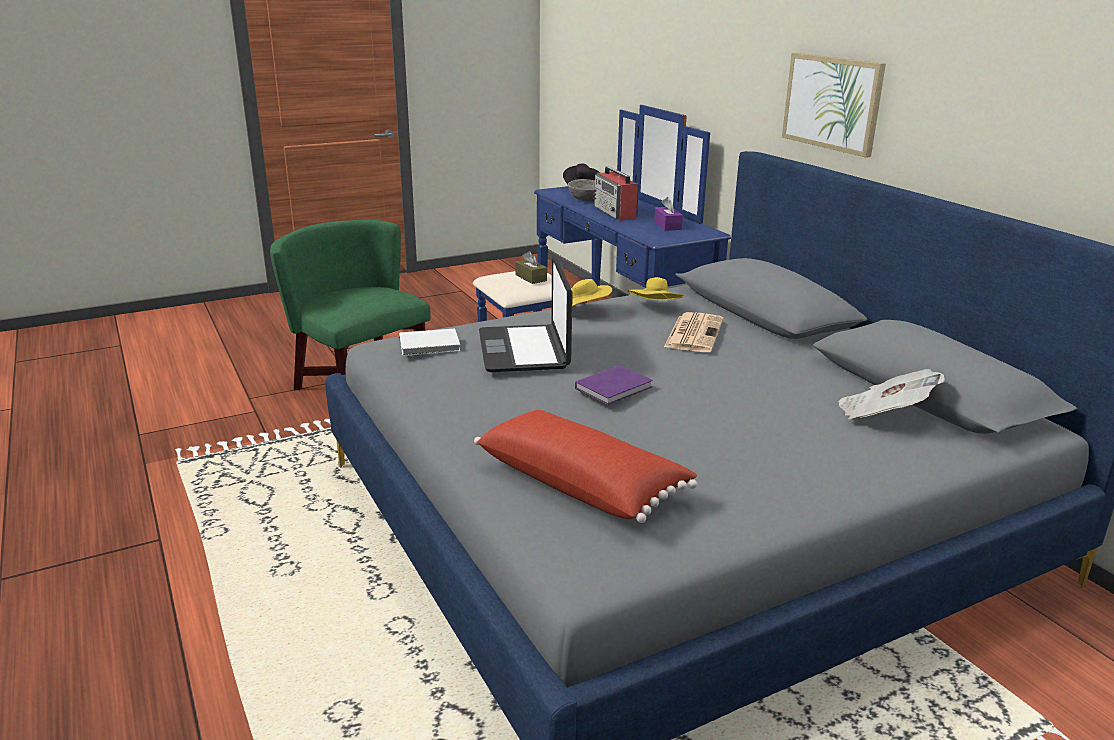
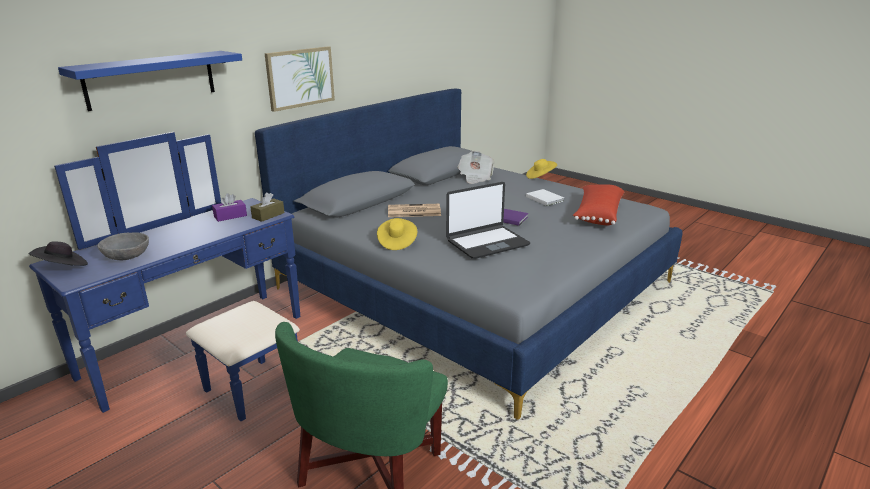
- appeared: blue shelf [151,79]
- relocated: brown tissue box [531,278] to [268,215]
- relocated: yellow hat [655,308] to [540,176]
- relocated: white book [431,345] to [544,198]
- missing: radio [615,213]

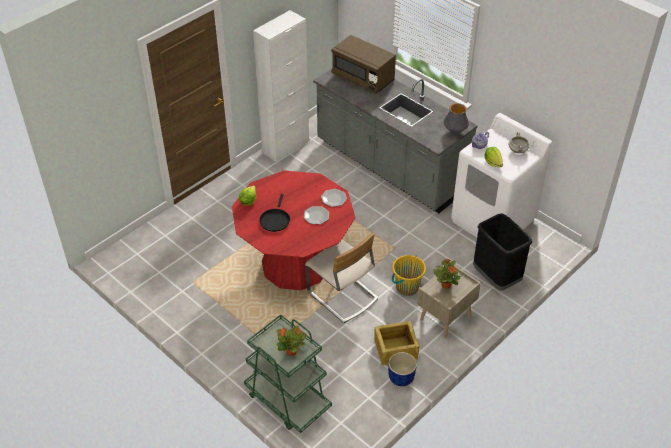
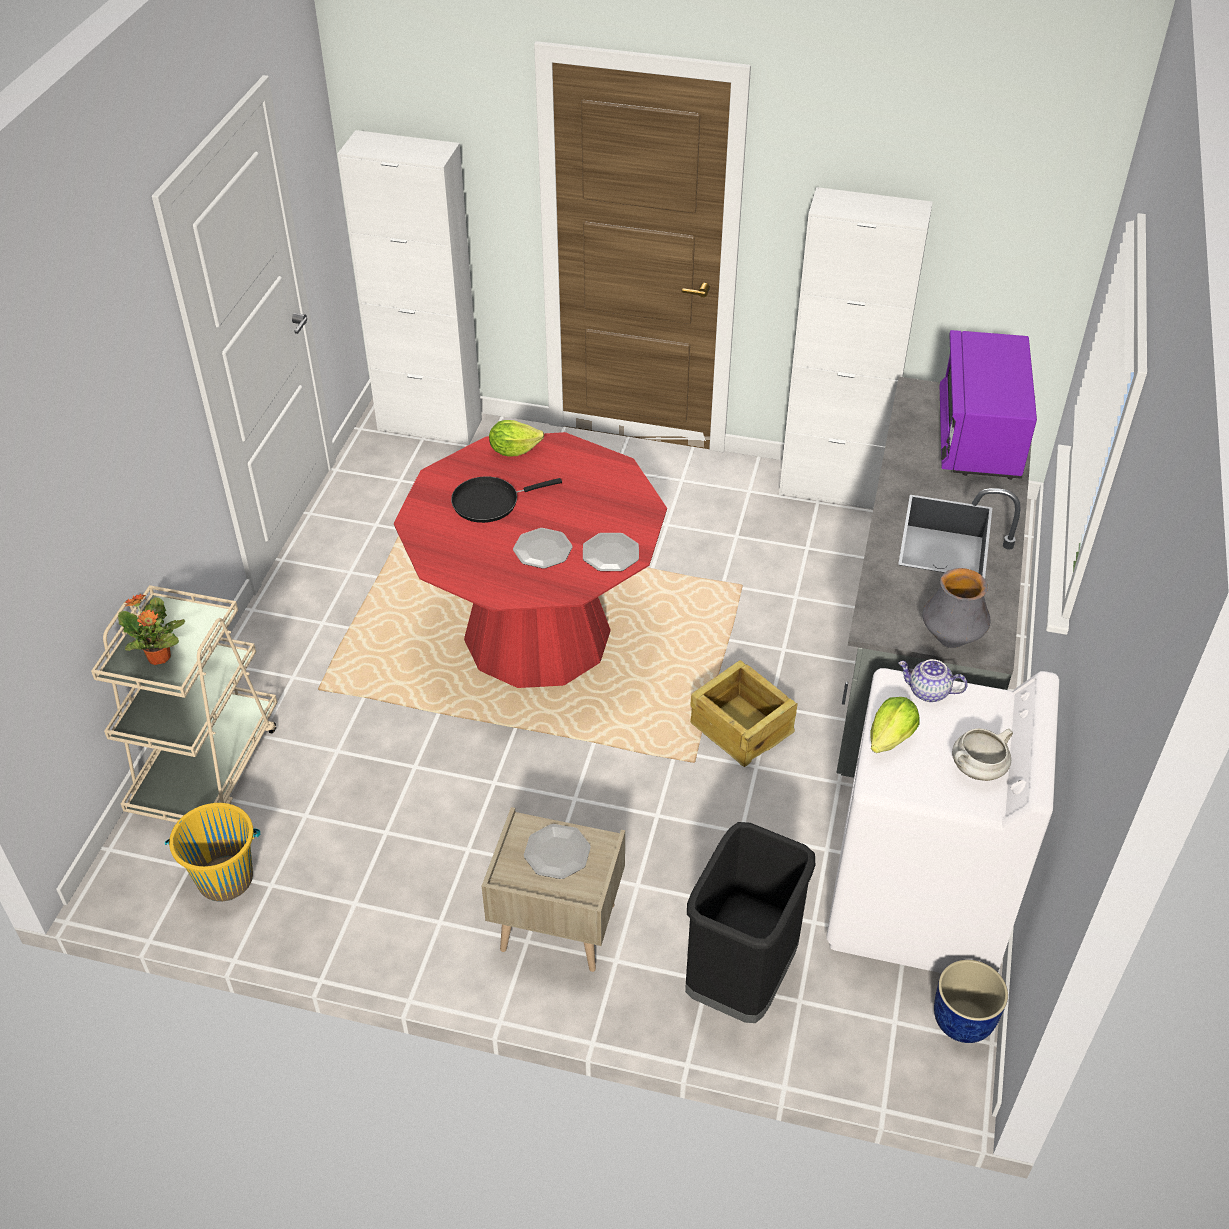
- colour: green cart [287,400] to beige cart [207,766]
- relocated: yellow bucket [407,287] to [225,878]
- appeared: white cabinet [430,425]
- exchanged: potted plant [446,284] to plate [557,853]
- relocated: crate [395,349] to [741,726]
- relocated: blue planter [401,378] to [962,1020]
- colour: brown microwave [363,78] to purple microwave [978,437]
- missing: beige chair [342,296]

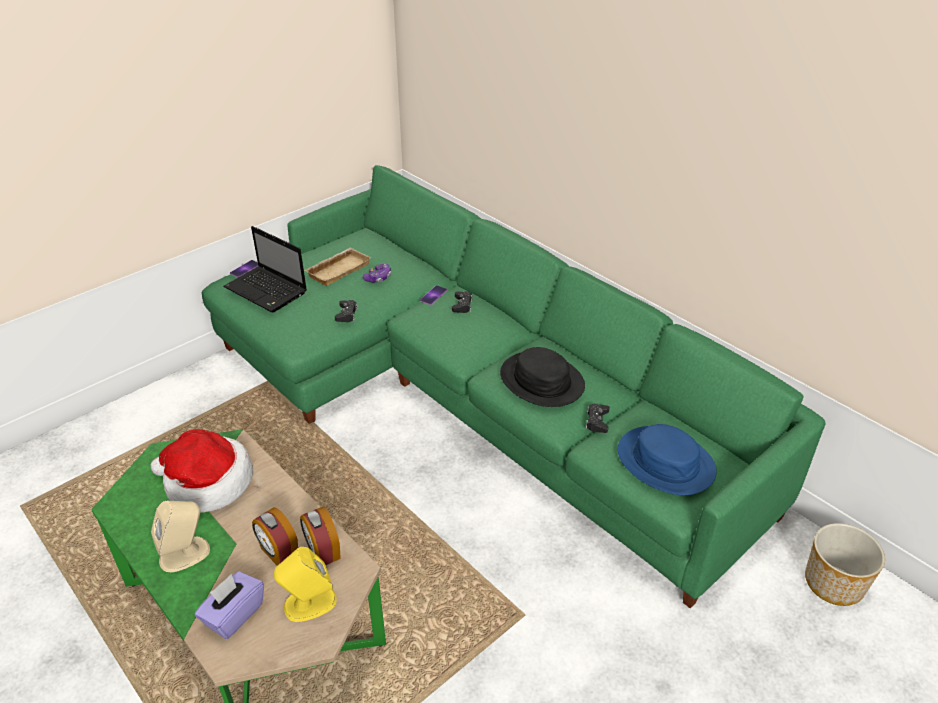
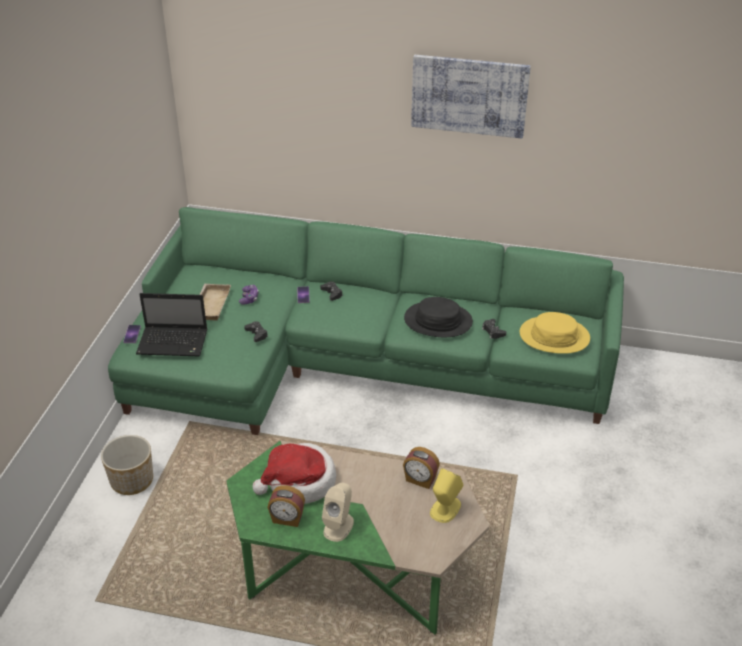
- relocated: planter [833,583] to [131,480]
- relocated: alarm clock [278,552] to [287,519]
- appeared: picture [469,95]
- colour: blue hat [665,461] to yellow hat [554,336]
- missing: purple tissue box [233,615]

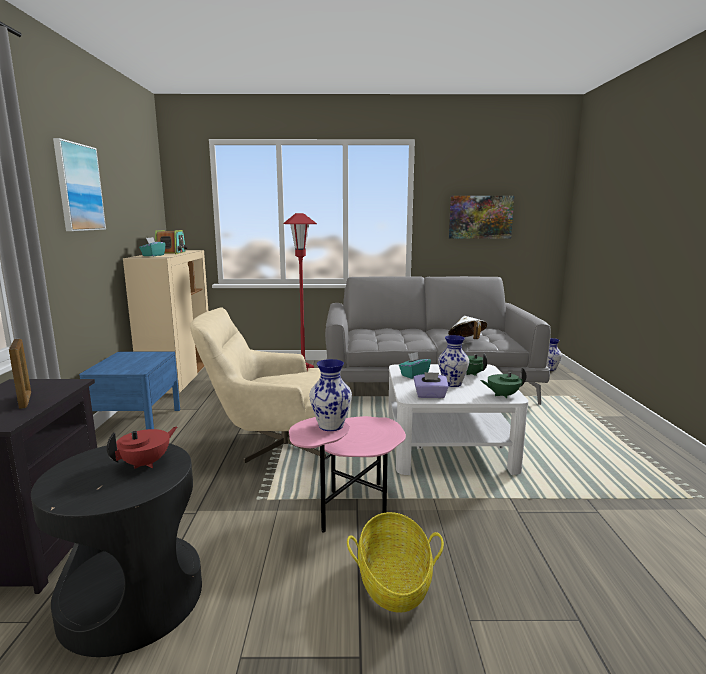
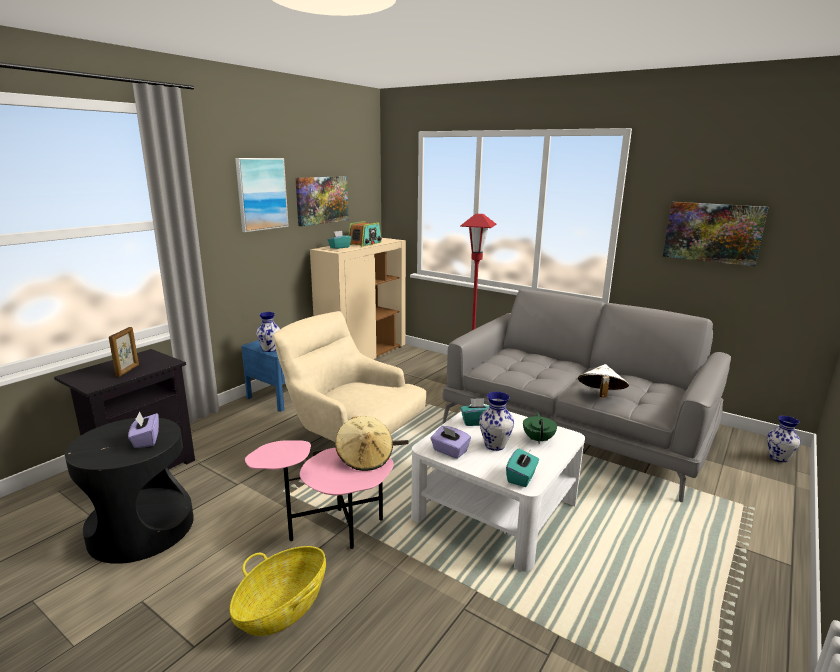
- exchanged: red teapot [146,463] to purple tissue box [146,440]
- relocated: vase [330,426] to [270,349]
- appeared: picture [322,200]
- appeared: beige hat [364,458]
- exchanged: green teapot [502,395] to turquoise tissue box [521,477]

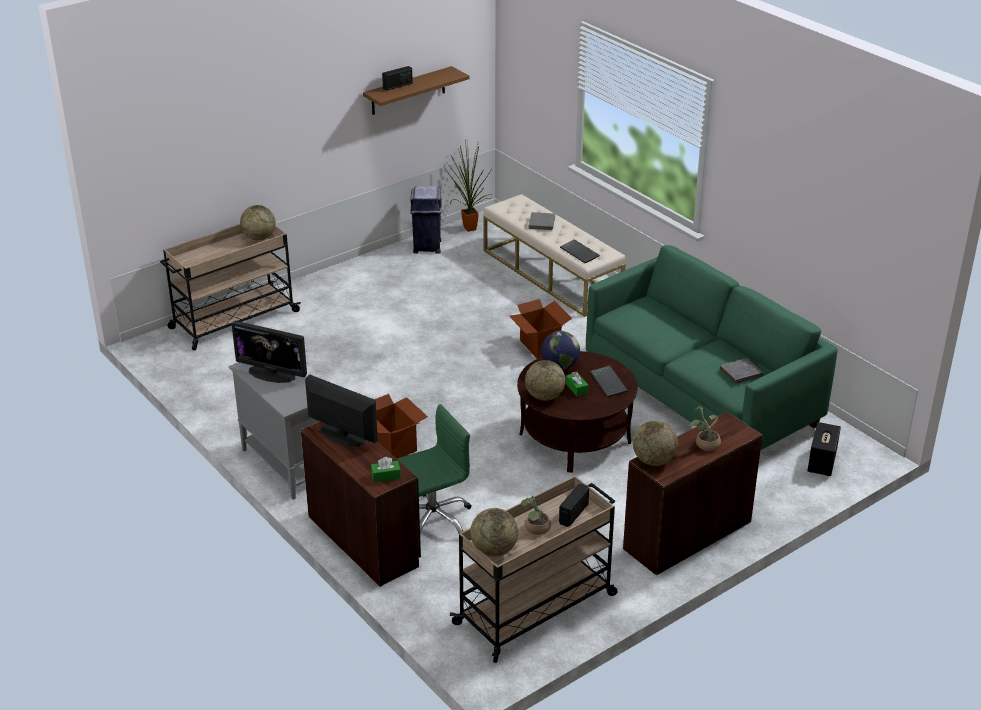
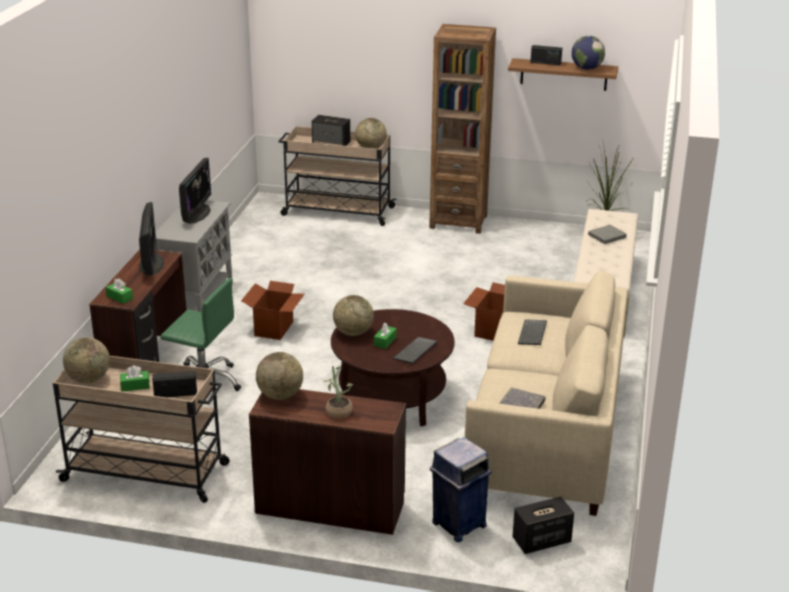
- exchanged: potted plant [535,529] to green tissue box [135,386]
- spun: monitor [272,373] = [197,214] 150 degrees counterclockwise
- appeared: speaker [331,143]
- appeared: brown bookcase [458,222]
- relocated: blue trash can [427,247] to [458,525]
- colour: green sofa [701,395] to beige sofa [546,432]
- relocated: keyboard [580,252] to [533,334]
- relocated: globe [560,366] to [586,68]

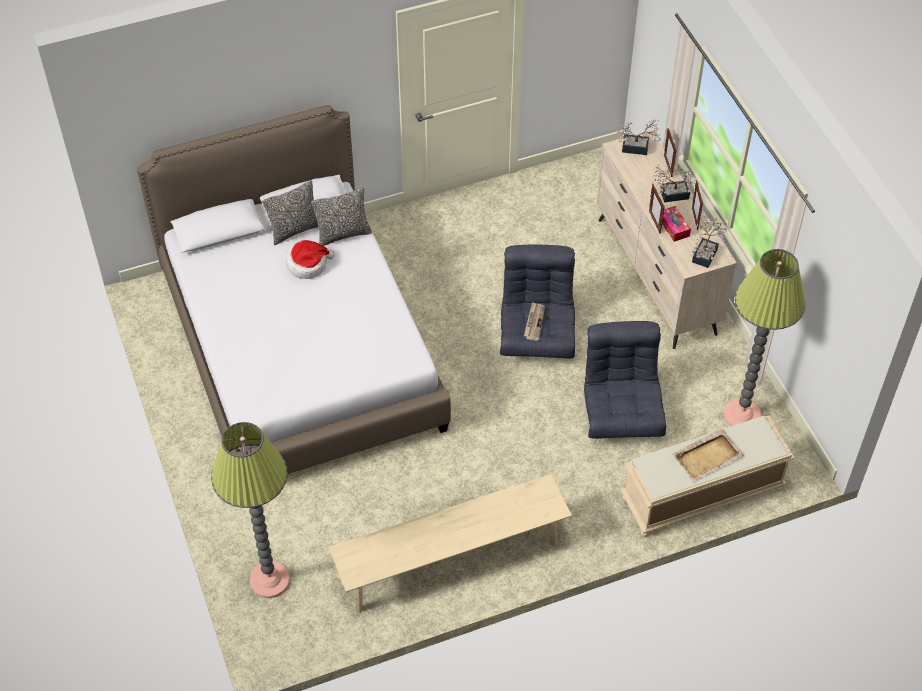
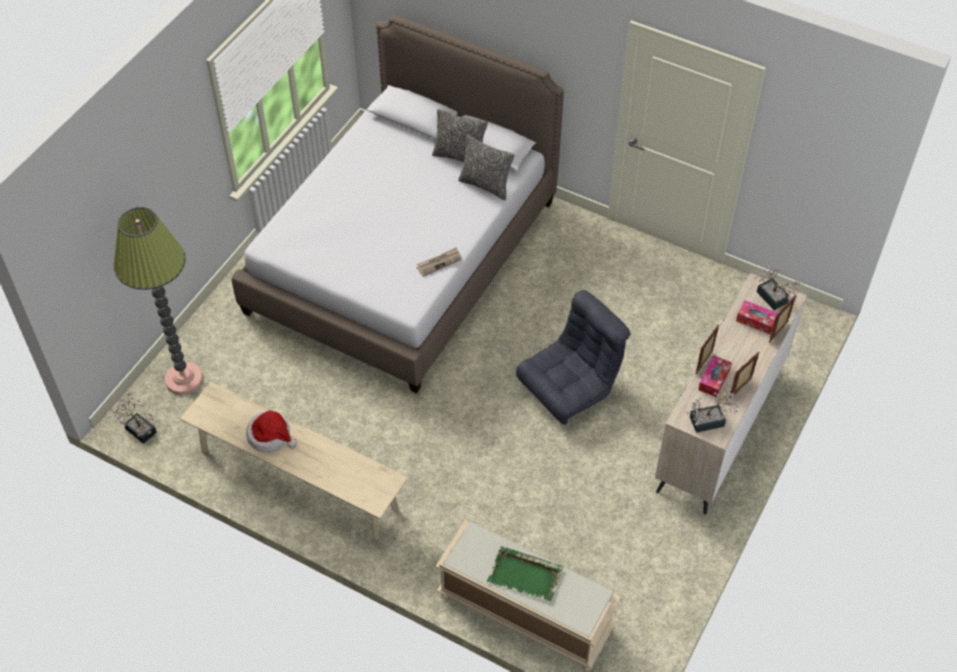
- relocated: potted plant [670,194] to [139,428]
- relocated: hat [308,264] to [270,436]
- relocated: newspaper [534,322] to [439,263]
- colour: beige tray [708,456] to green tray [525,575]
- appeared: tissue box [756,321]
- missing: grey armchair [621,412]
- missing: floor lamp [741,415]

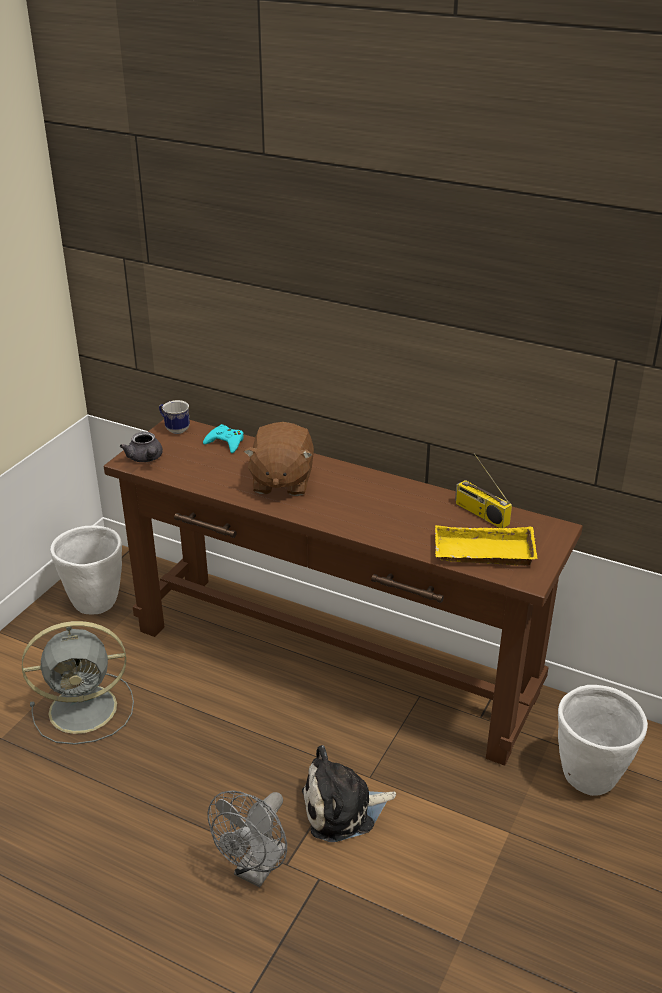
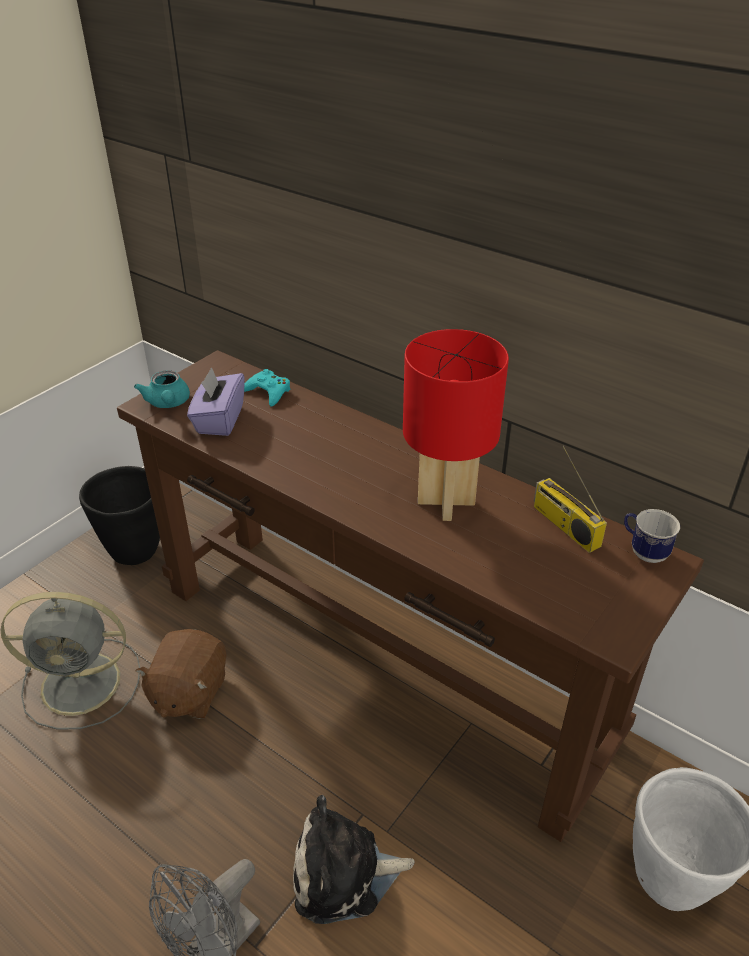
- colour: white planter [95,602] to black planter [134,550]
- colour: grey teapot [146,459] to turquoise teapot [168,403]
- relocated: brown plush toy [281,481] to [188,692]
- appeared: purple tissue box [219,420]
- appeared: red table lamp [447,501]
- relocated: mug [174,429] to [643,551]
- missing: yellow tray [482,554]

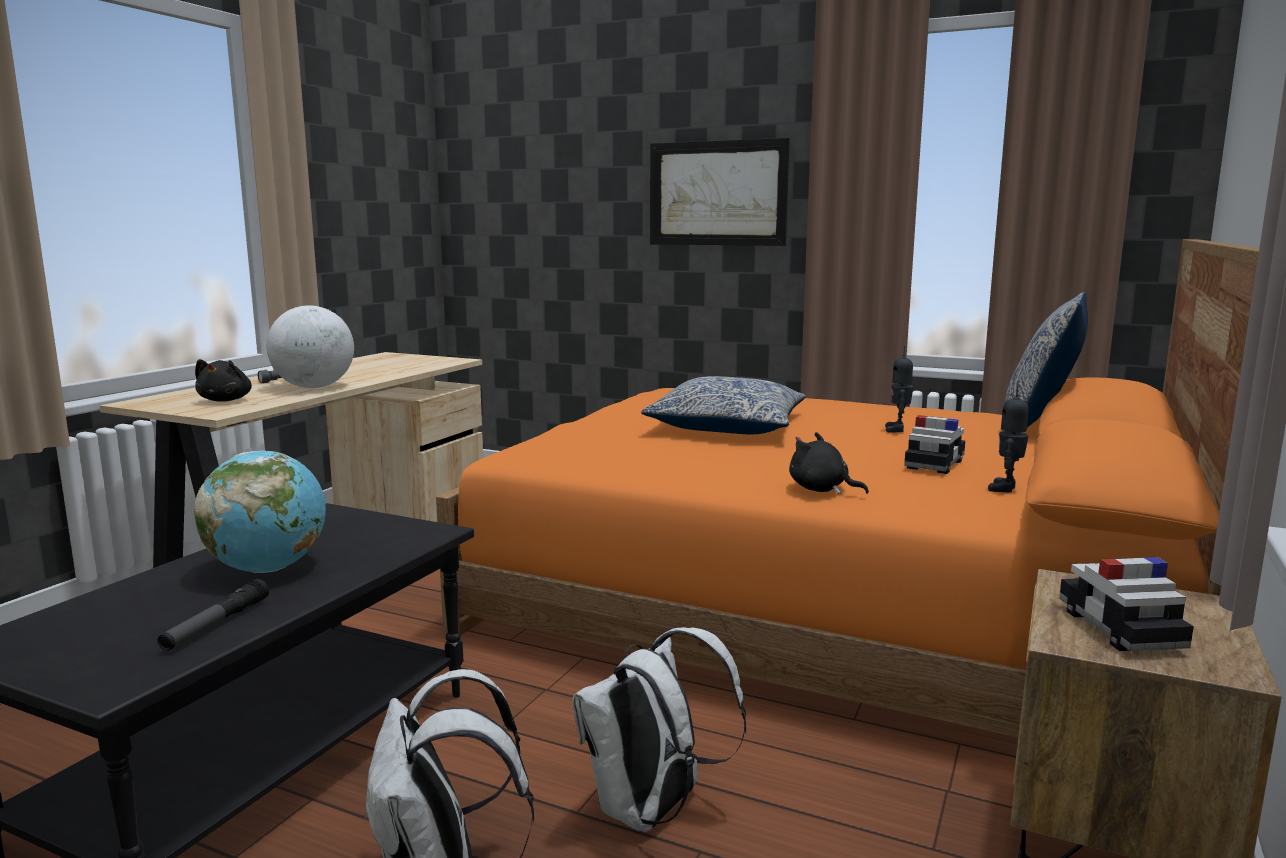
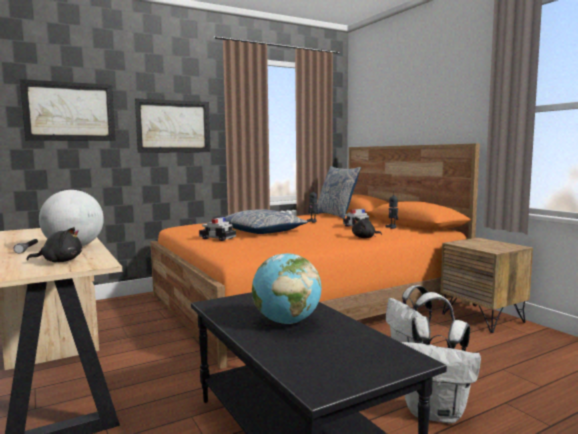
- appeared: picture [69,111]
- spun: black plush toy [226,400] = [60,261] 45 degrees counterclockwise
- relocated: toy car [1119,628] to [217,238]
- missing: flashlight [216,624]

